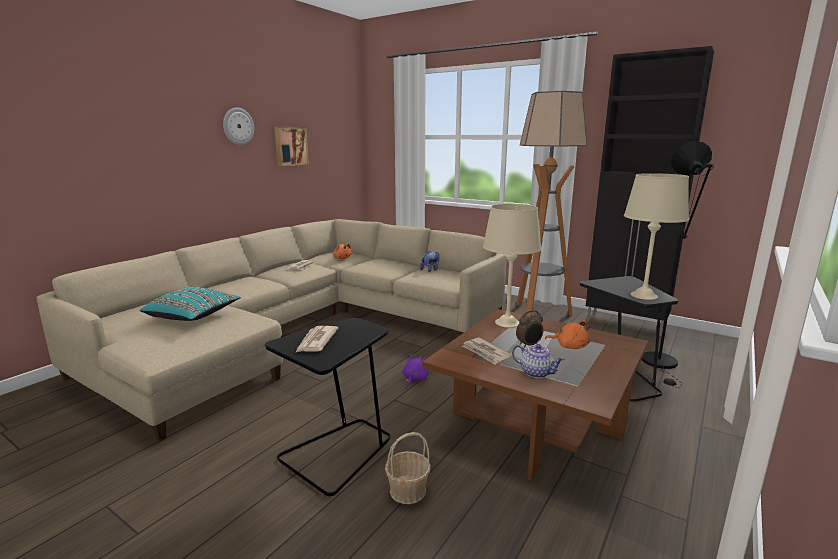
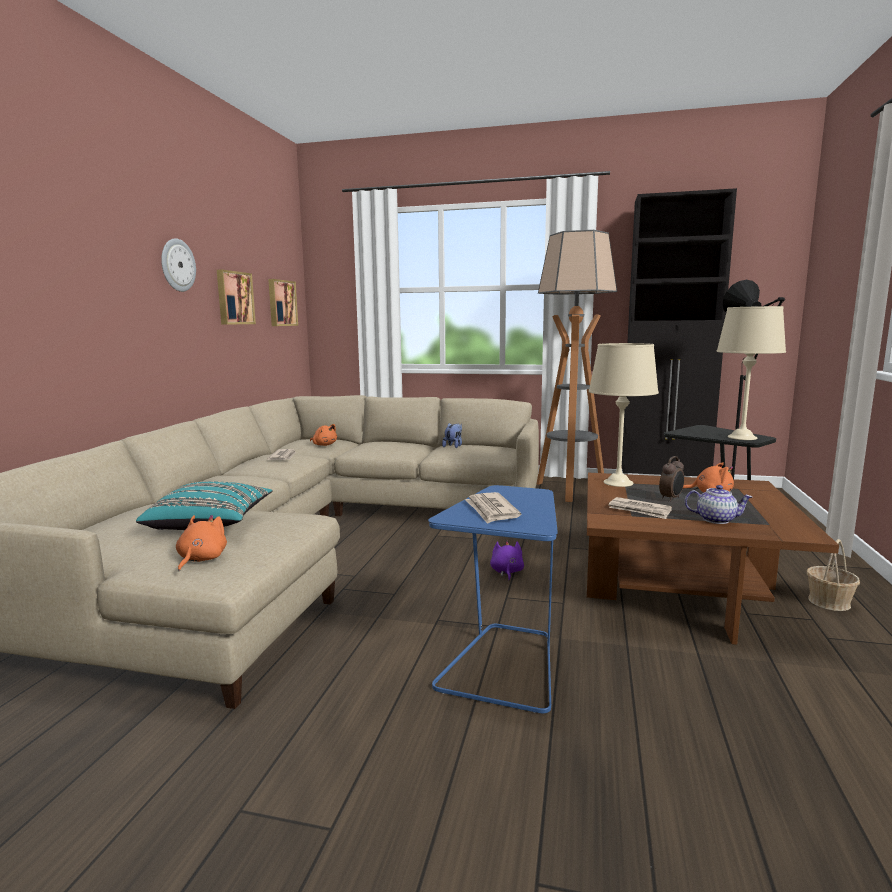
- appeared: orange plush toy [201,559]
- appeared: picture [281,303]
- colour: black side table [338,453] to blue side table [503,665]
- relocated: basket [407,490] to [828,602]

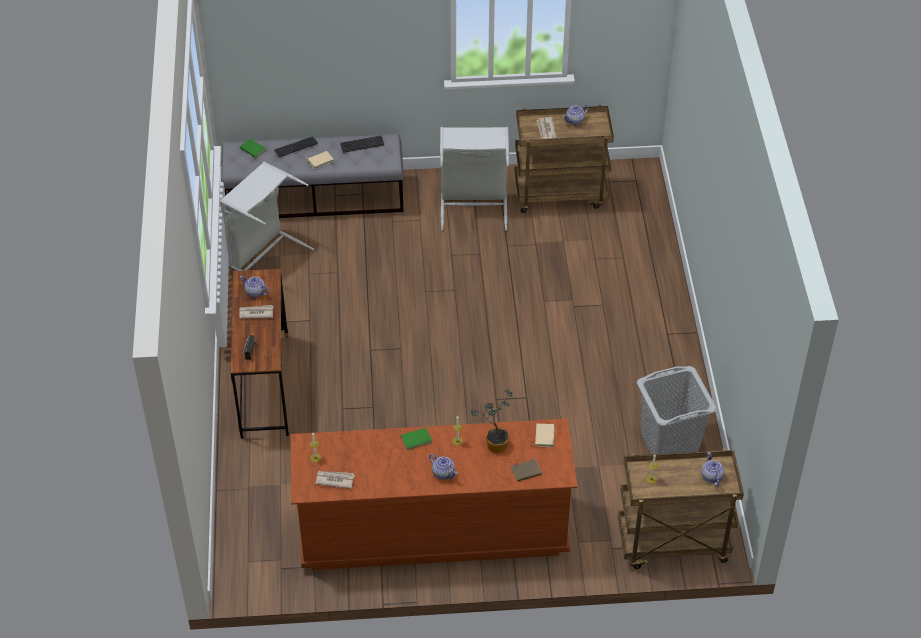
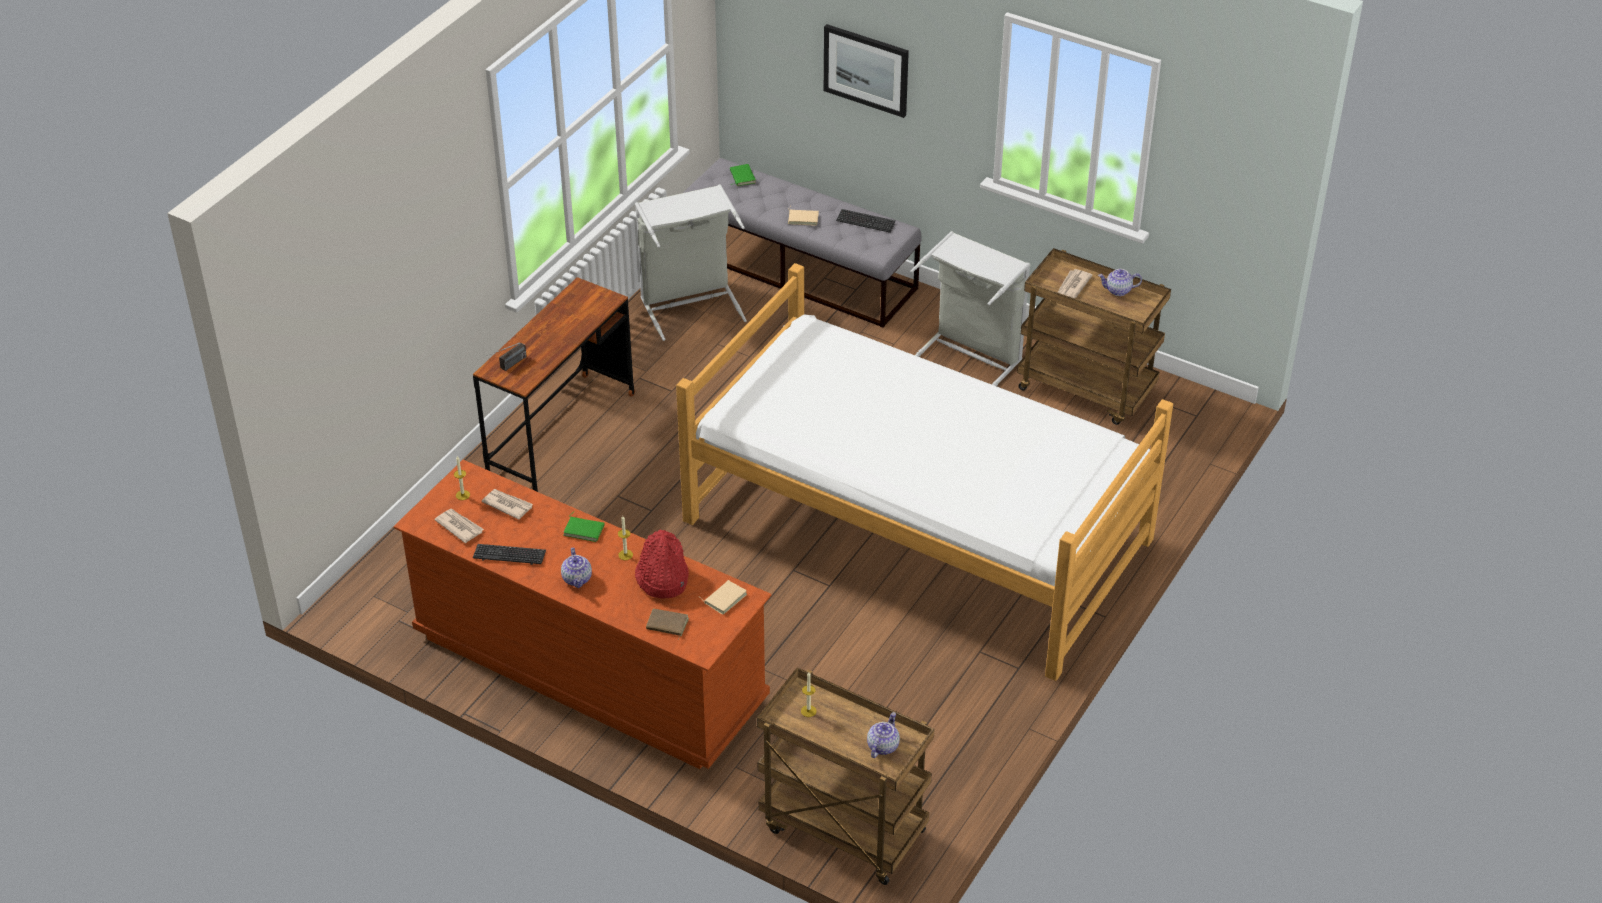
- relocated: keyboard [296,147] to [509,555]
- relocated: newspaper [256,313] to [507,505]
- exchanged: potted plant [494,444] to red hat [661,578]
- appeared: bed [917,531]
- appeared: picture [866,69]
- missing: teapot [255,292]
- missing: grey laundry basket [669,444]

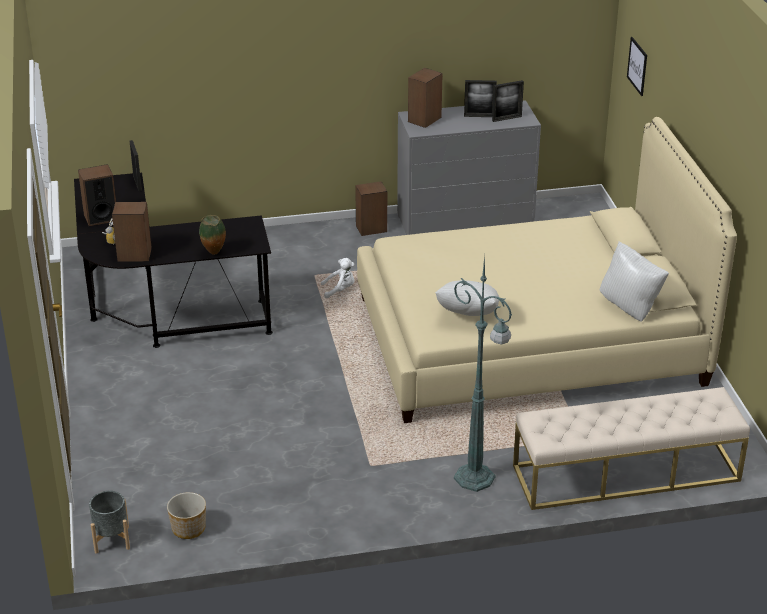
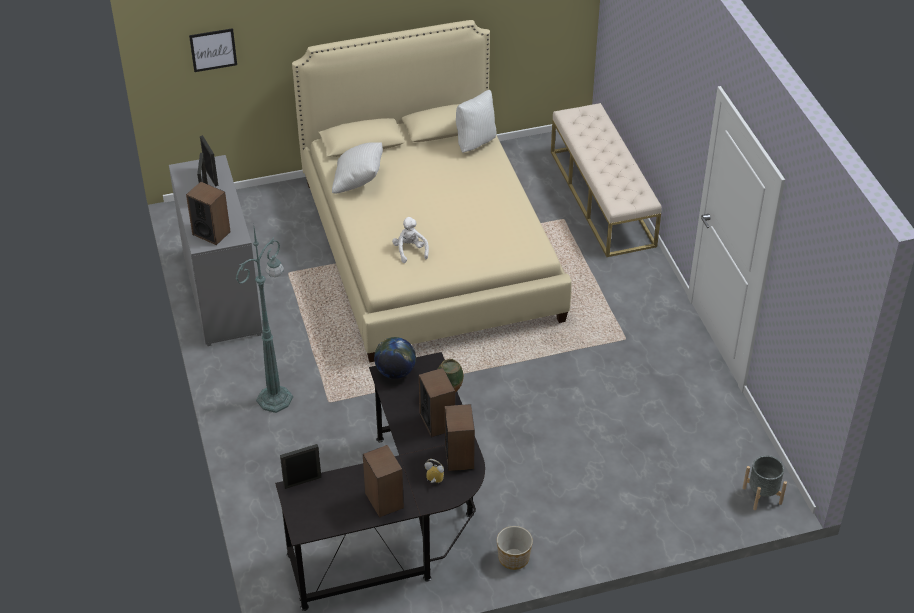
- relocated: green floor lamp [476,479] to [276,398]
- relocated: white pillow [467,316] to [358,181]
- appeared: globe [395,372]
- relocated: white plush toy [340,290] to [410,251]
- relocated: speaker [371,229] to [437,421]
- relocated: planter [188,528] to [513,558]

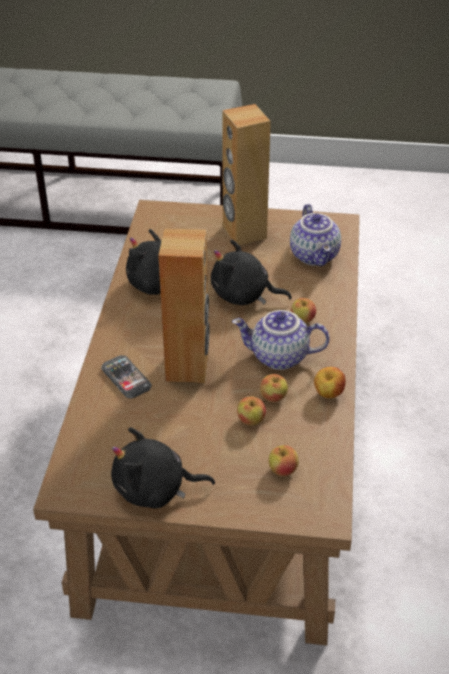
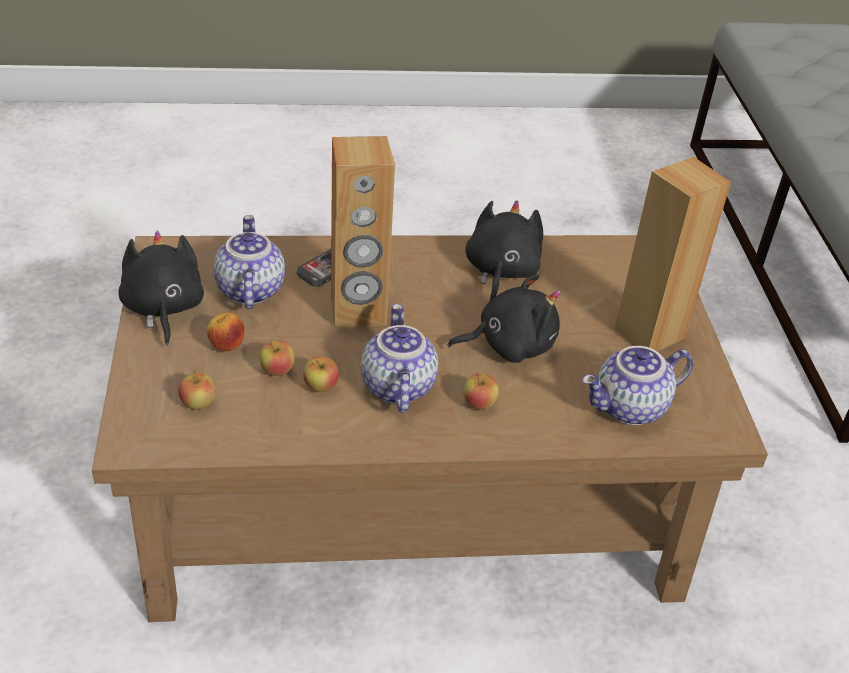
- relocated: apple [328,394] to [226,346]
- appeared: teapot [248,289]
- spun: black plush toy [244,296] = [509,345] 75 degrees clockwise

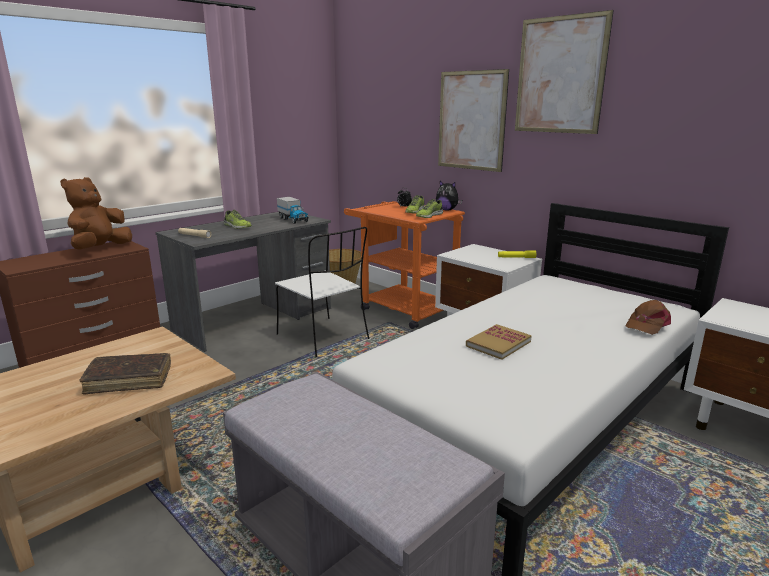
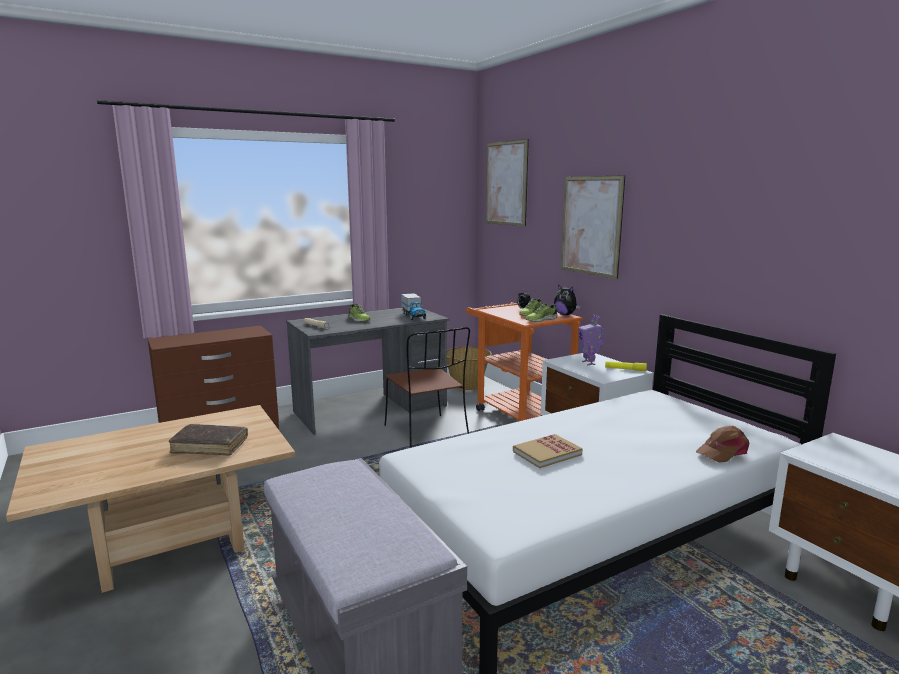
- colour: white chair [324,337] to brown chair [427,433]
- relocated: picture [560,75] to [506,183]
- appeared: toy robot [589,363]
- missing: brown plush toy [100,249]

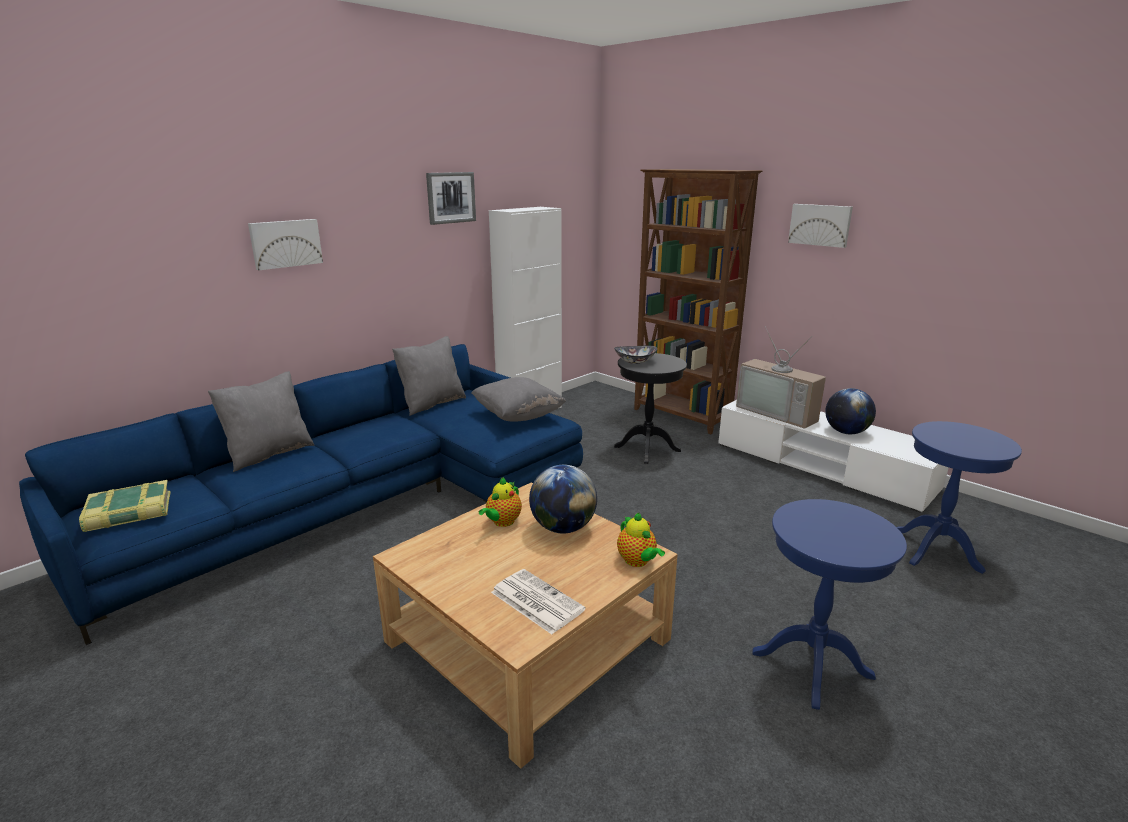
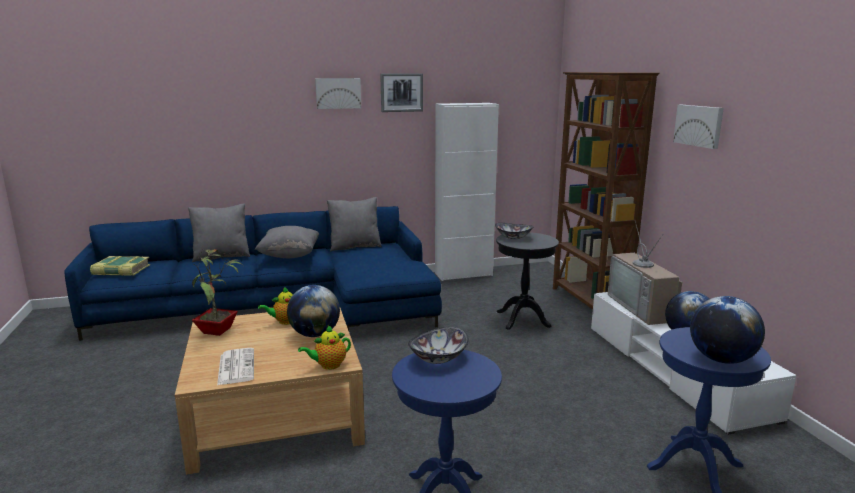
- appeared: potted plant [218,331]
- relocated: grey pillow [518,416] to [289,256]
- spun: teapot [637,561] = [328,365] 60 degrees clockwise
- relocated: picture [285,243] to [338,93]
- appeared: bowl [439,358]
- appeared: globe [721,359]

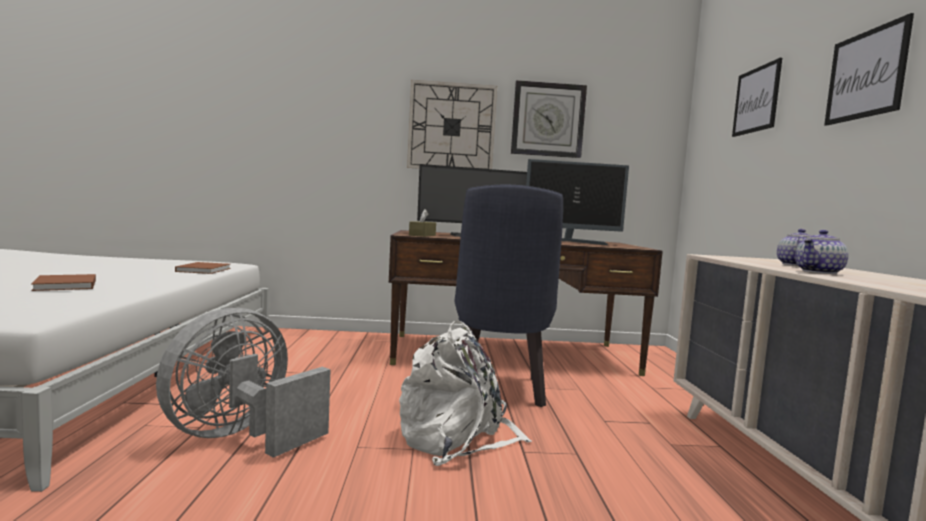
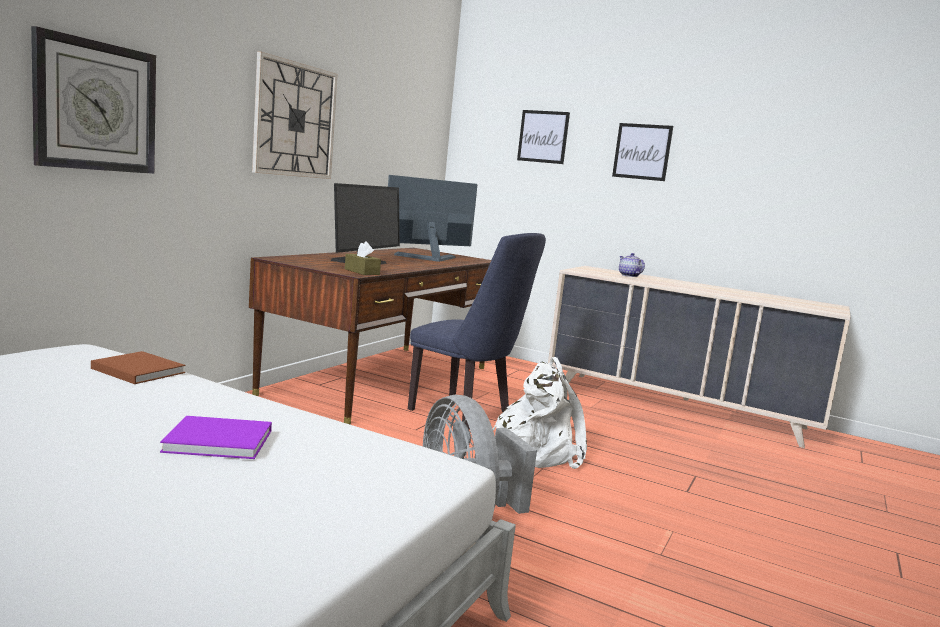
- relocated: wall clock [548,120] to [96,106]
- colour: brown book [65,285] to purple book [222,441]
- spun: monitor [571,242] = [429,258] 150 degrees counterclockwise
- missing: teapot [819,272]

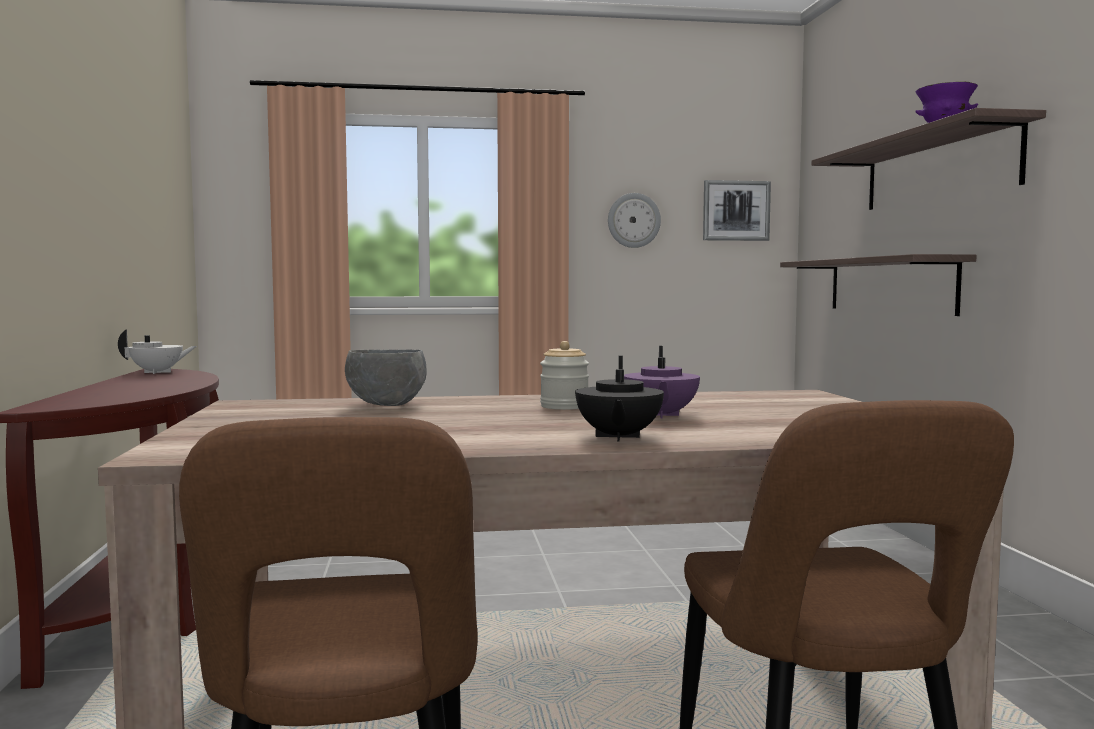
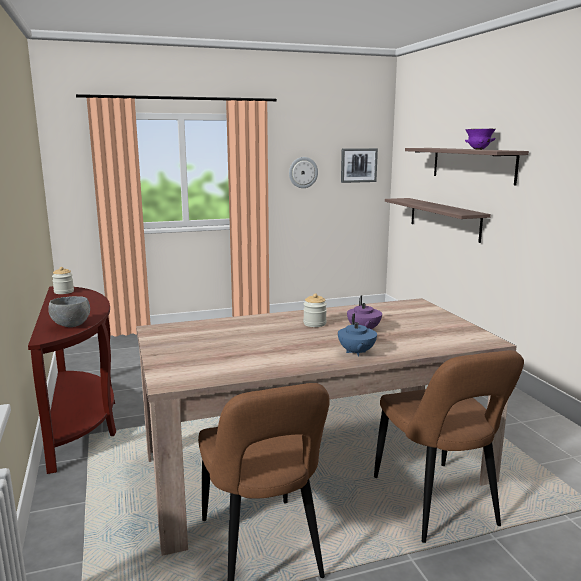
- relocated: grey bowl [387,405] to [71,325]
- exchanged: white teapot [157,372] to jar [64,292]
- colour: black teapot [618,437] to blue teapot [356,352]

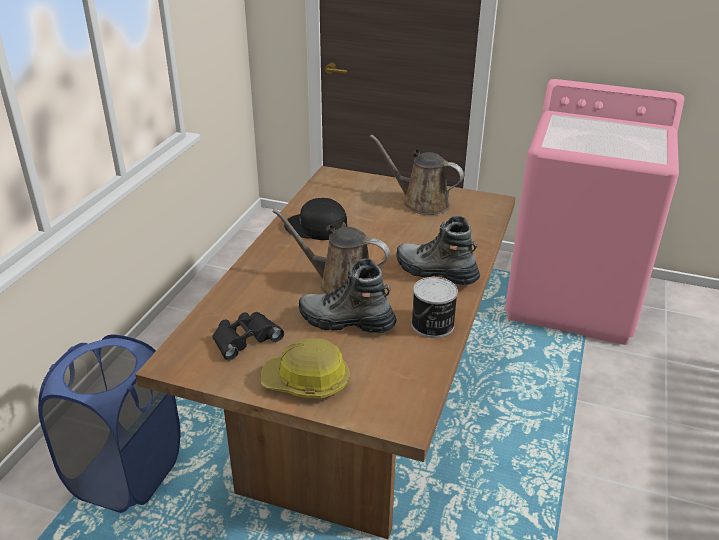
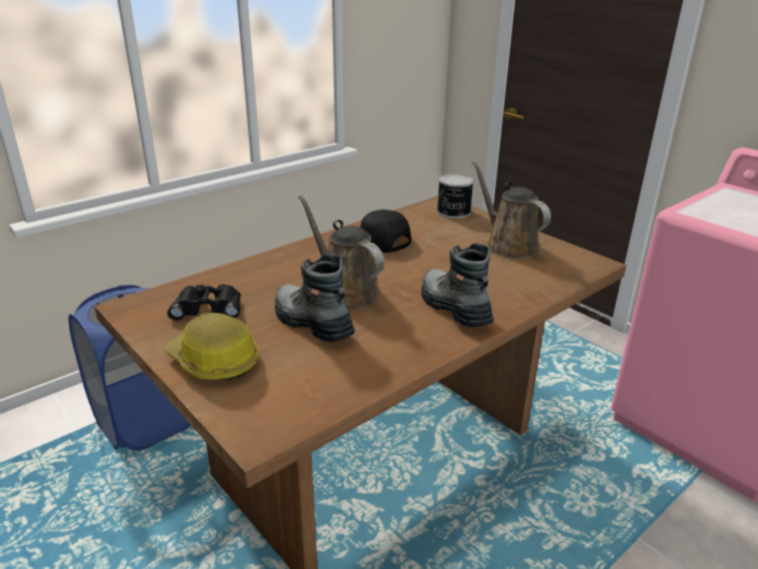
- relocated: can [433,325] to [453,212]

